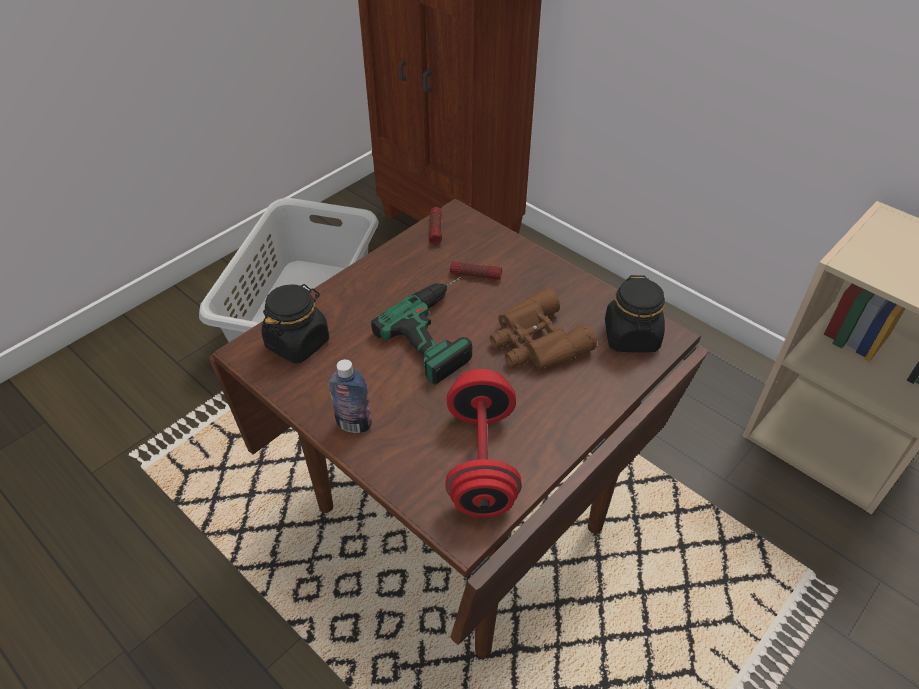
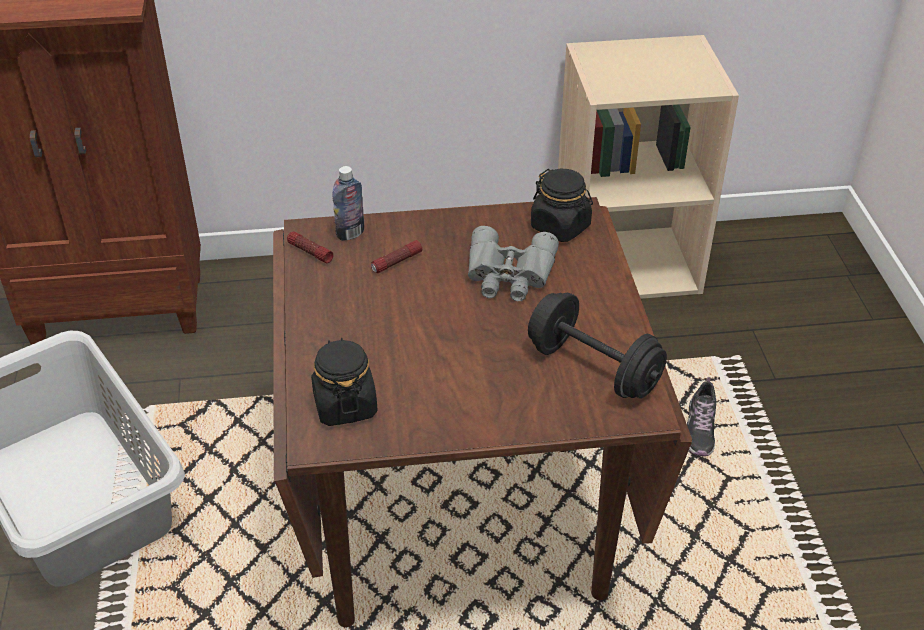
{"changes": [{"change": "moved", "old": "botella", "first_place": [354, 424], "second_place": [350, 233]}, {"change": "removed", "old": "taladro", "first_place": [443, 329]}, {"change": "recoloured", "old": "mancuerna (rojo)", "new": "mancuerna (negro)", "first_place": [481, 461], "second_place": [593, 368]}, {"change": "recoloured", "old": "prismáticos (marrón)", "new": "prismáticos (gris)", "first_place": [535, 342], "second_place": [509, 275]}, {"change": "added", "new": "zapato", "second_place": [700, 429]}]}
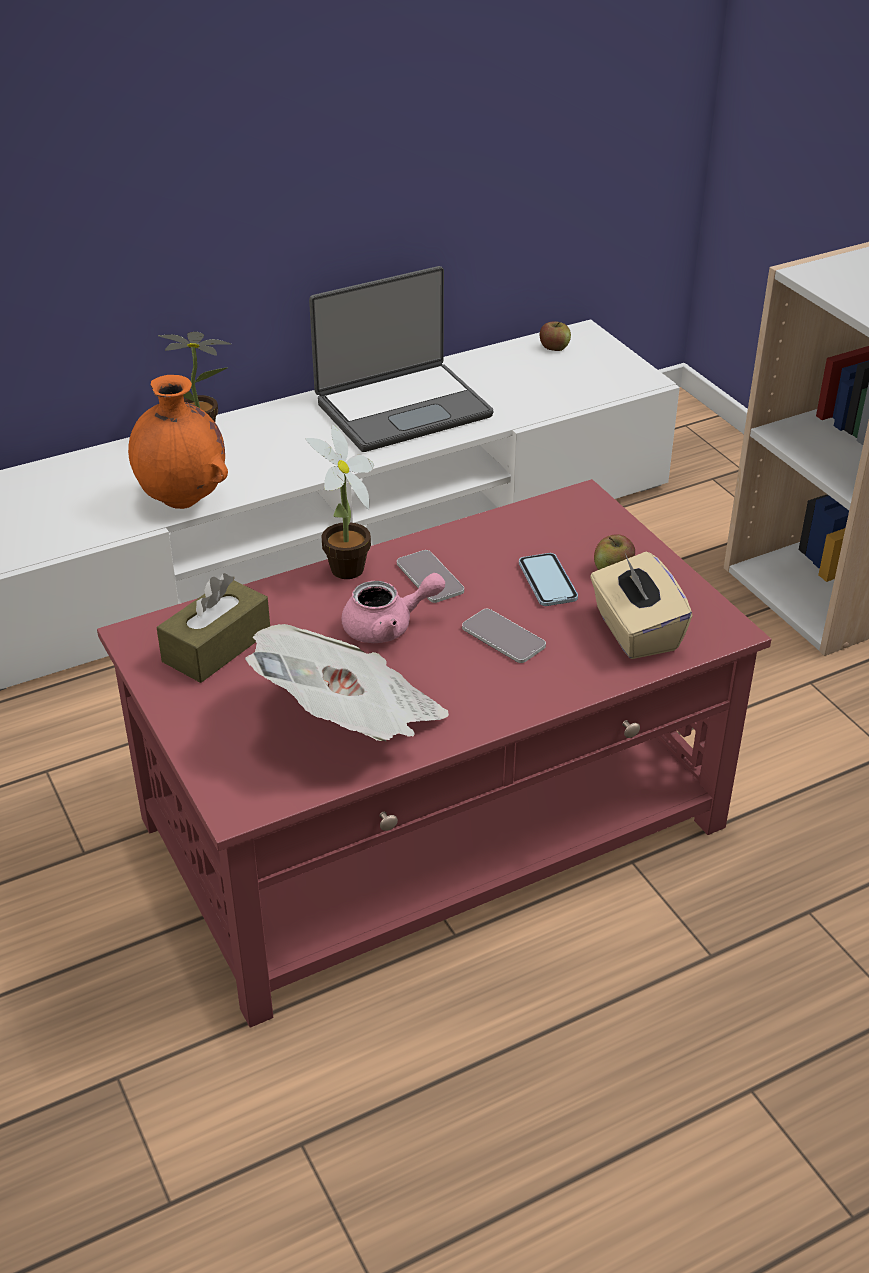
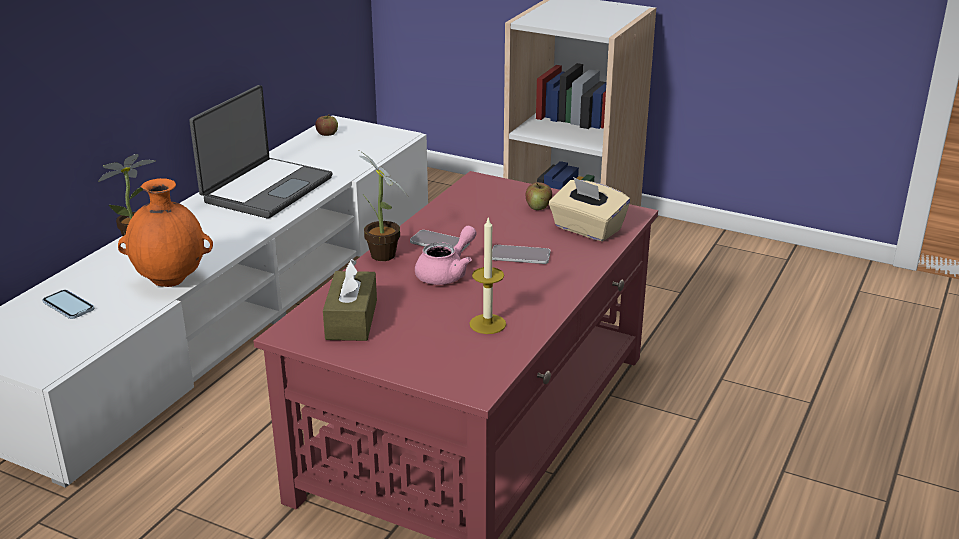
{"changes": [{"change": "replaced", "old": "periódico", "new": "vela", "first_place": [351, 721], "second_place": [487, 324]}, {"change": "moved", "old": "móvil", "first_place": [547, 582], "second_place": [68, 306]}]}
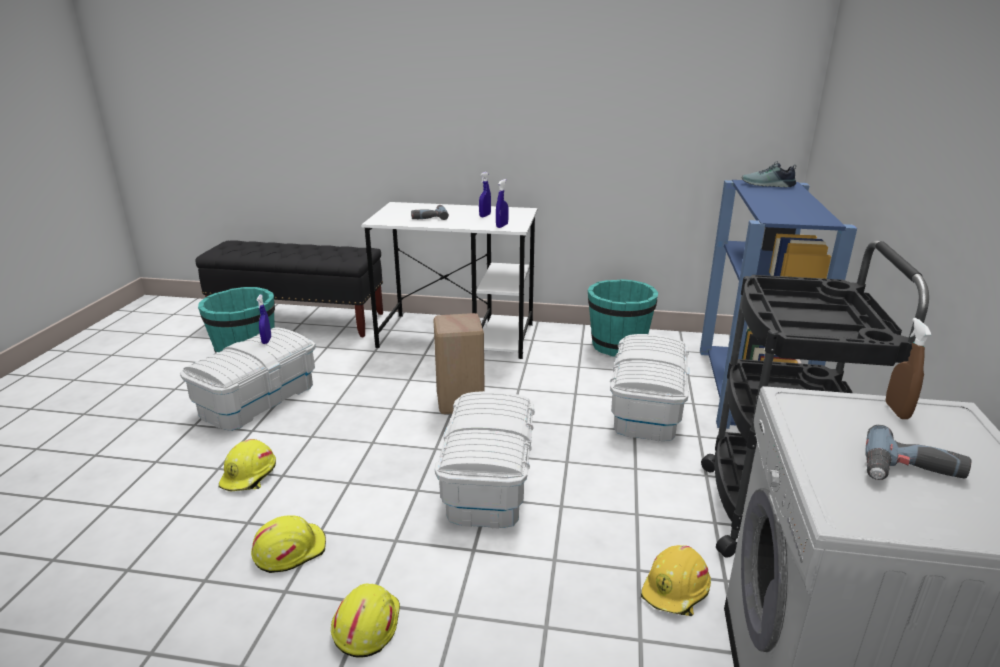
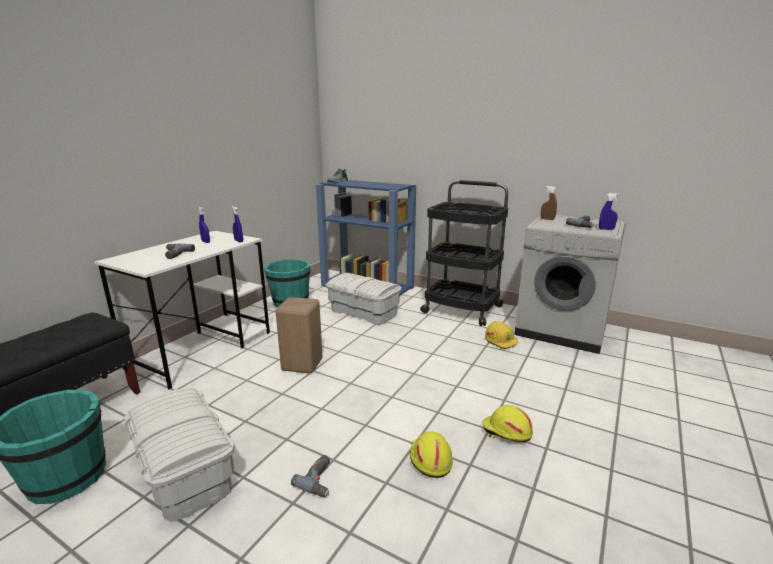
{"changes": [{"change": "replaced", "old": "casco (amarillo)", "new": "taladro", "first_place": [250, 476], "second_place": [320, 480]}, {"change": "moved", "old": "pulverizador (azul)", "first_place": [266, 340], "second_place": [606, 229]}, {"change": "removed", "old": "caja de almacenaje (blanco)", "first_place": [489, 482]}]}
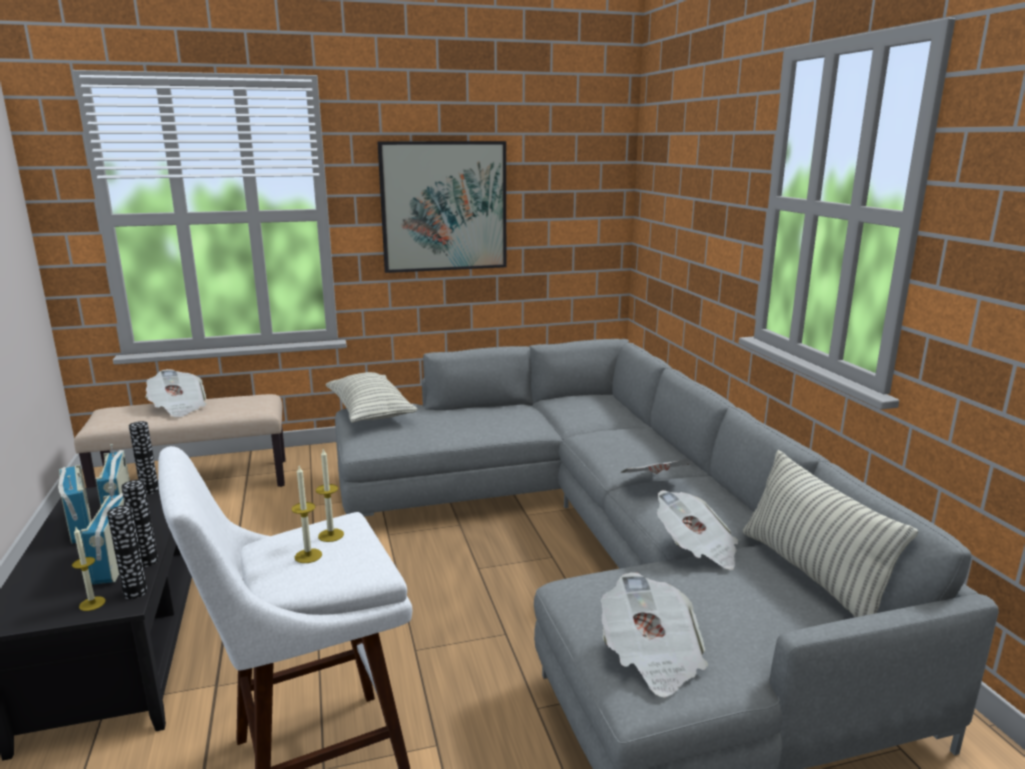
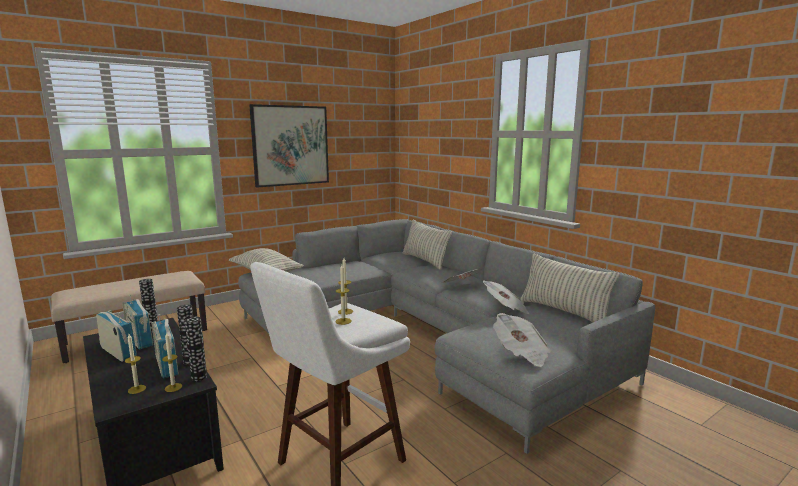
{"changes": [{"change": "removed", "old": "periódico", "first_place": [178, 408]}, {"change": "added", "new": "vela", "second_place": [137, 389]}, {"change": "added", "new": "cojín", "second_place": [425, 260]}]}
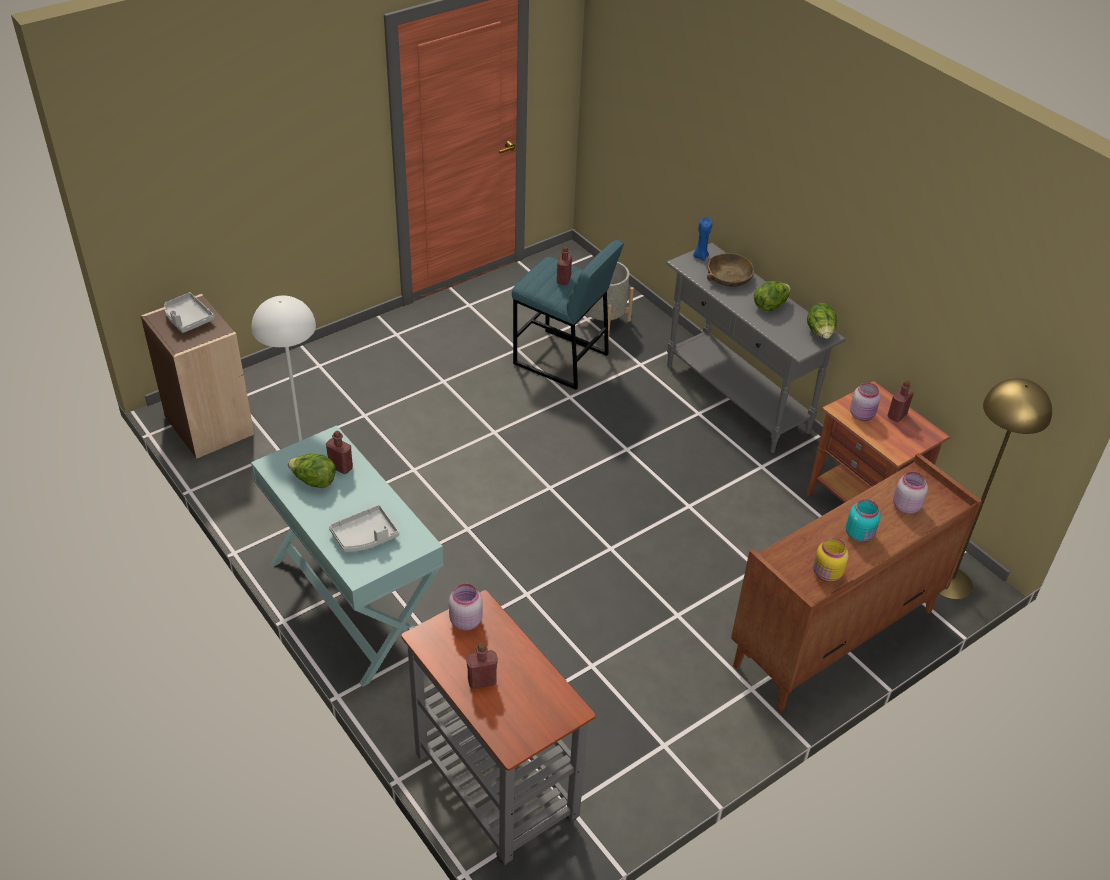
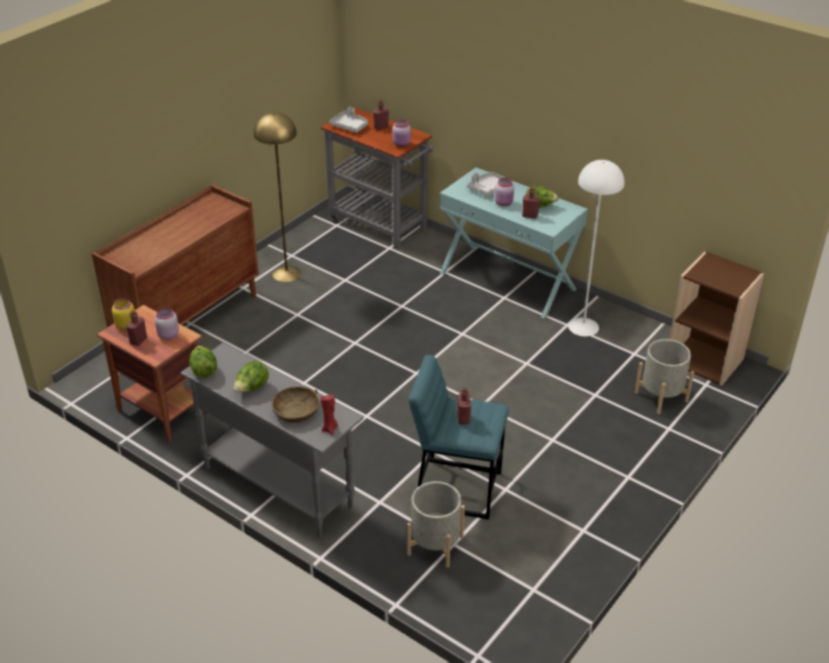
{"changes": [{"change": "moved", "old": "bandeja (gris)", "first_place": [188, 319], "second_place": [350, 126]}, {"change": "recoloured", "old": "vela (azul)", "new": "vela (rojo)", "first_place": [700, 256], "second_place": [330, 429]}, {"change": "moved", "old": "tarro (amarillo)", "first_place": [827, 574], "second_place": [126, 325]}, {"change": "removed", "old": "tarro (turquesa)", "first_place": [860, 534]}, {"change": "moved", "old": "tarro (rosa)", "first_place": [905, 506], "second_place": [504, 203]}, {"change": "moved", "old": "lámpara de pie (amarillo)", "first_place": [951, 582], "second_place": [286, 273]}, {"change": "added", "new": "maceta (gris)", "second_place": [661, 396]}]}
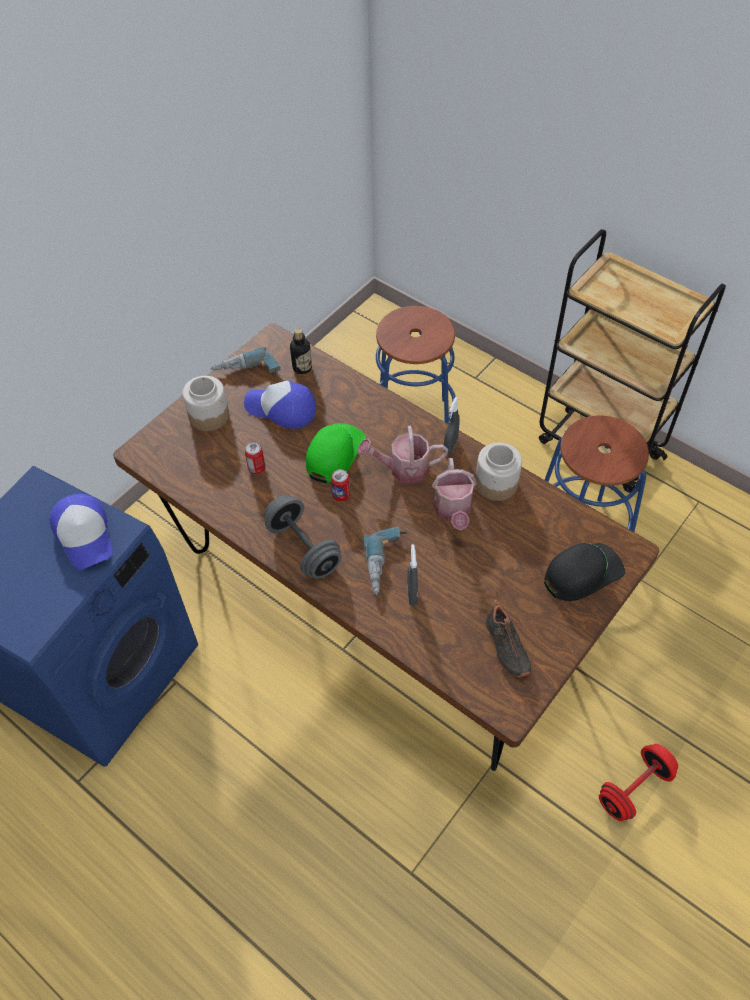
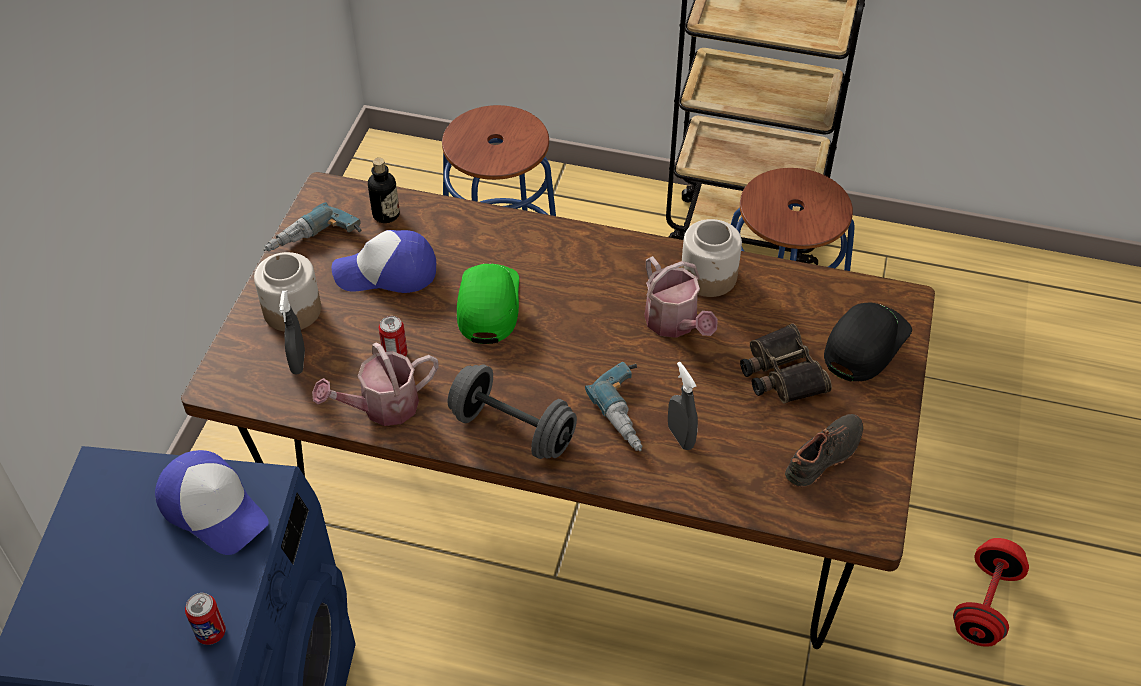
{"changes": [{"change": "moved", "old": "lata", "first_place": [341, 495], "second_place": [211, 632]}, {"change": "moved", "old": "regadera", "first_place": [403, 469], "second_place": [382, 407]}, {"change": "moved", "old": "pulverizador (gris)", "first_place": [450, 446], "second_place": [298, 362]}, {"change": "turned", "old": "zapato (negro)", "first_place": [505, 647], "second_place": [825, 457], "degrees": -90}, {"change": "added", "new": "prismáticos", "second_place": [780, 373]}]}
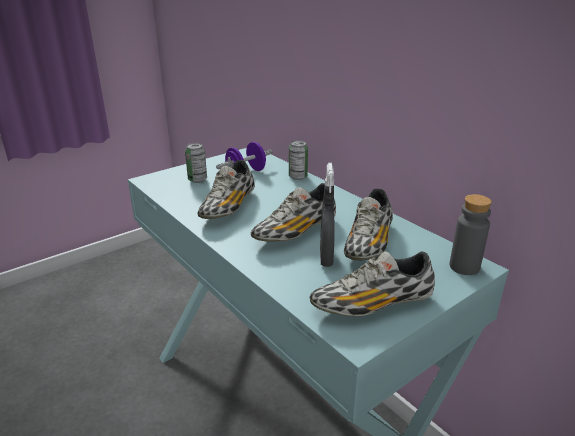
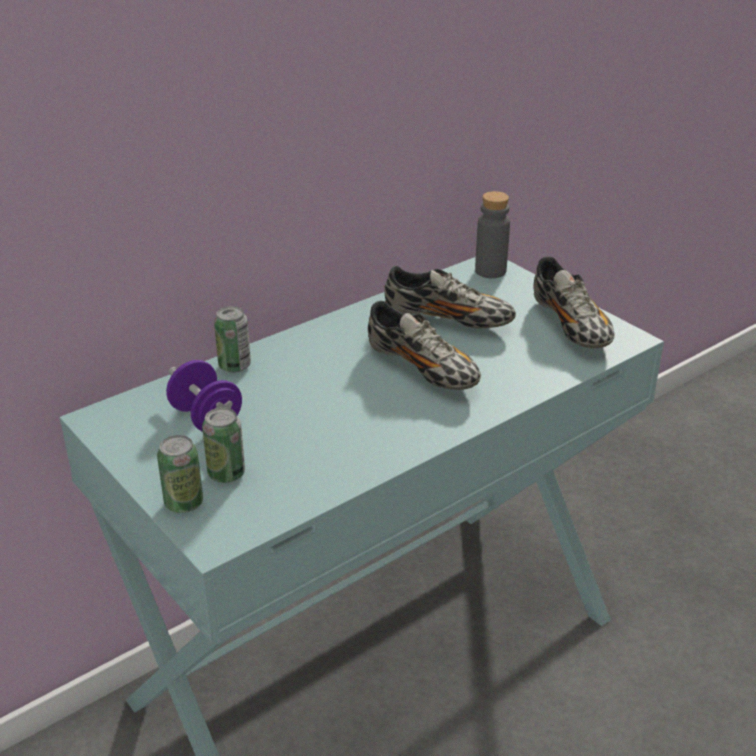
{"changes": [{"change": "removed", "old": "zapato", "first_place": [228, 207]}, {"change": "removed", "old": "pulverizador (gris)", "first_place": [326, 258]}, {"change": "added", "new": "lata", "second_place": [184, 503]}]}
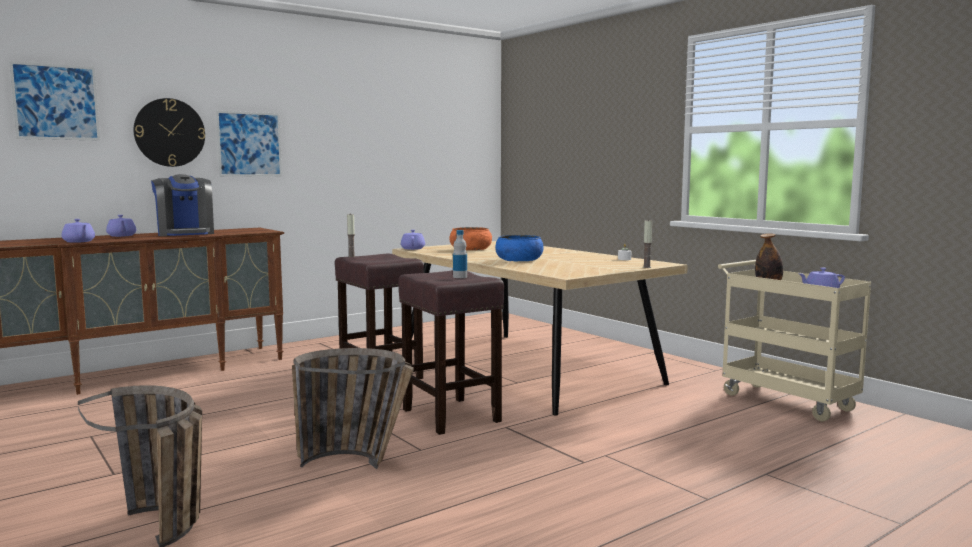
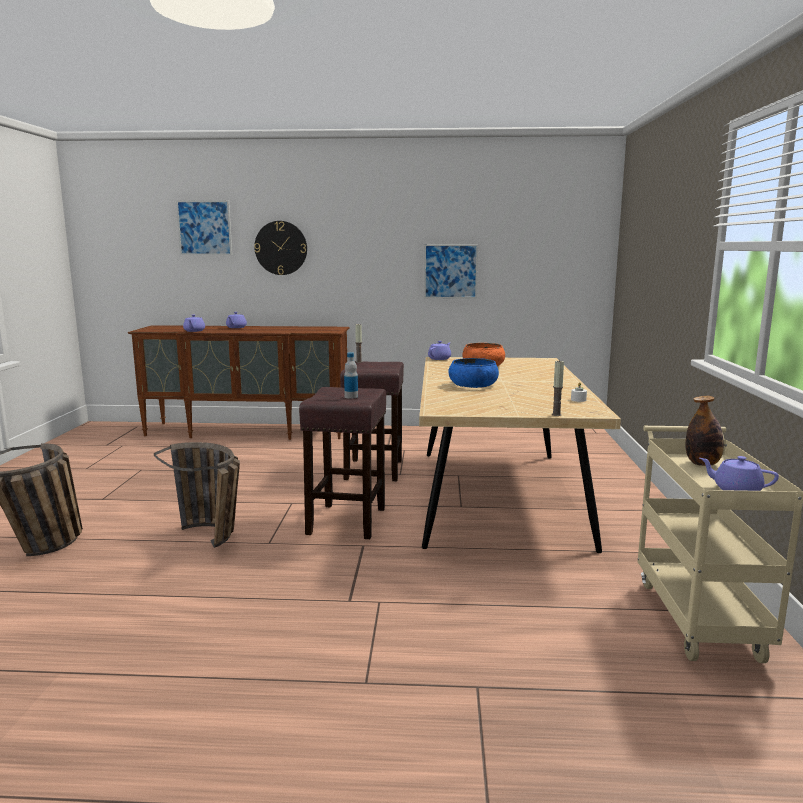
{"changes": [{"change": "removed", "old": "cafetera", "first_place": [185, 233]}, {"change": "moved", "old": "cuadro", "first_place": [249, 144], "second_place": [450, 271]}]}
